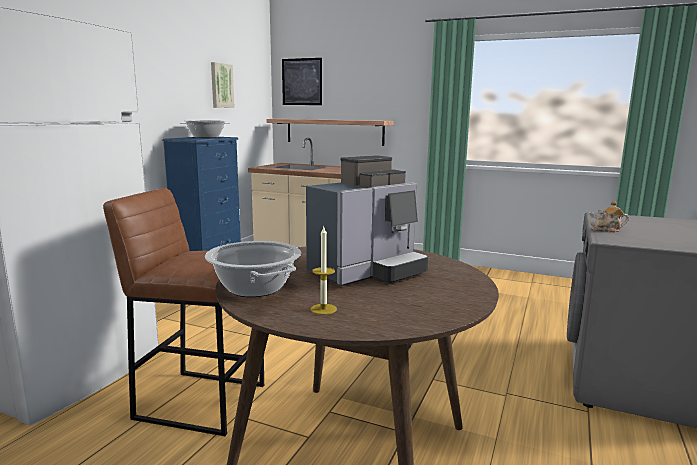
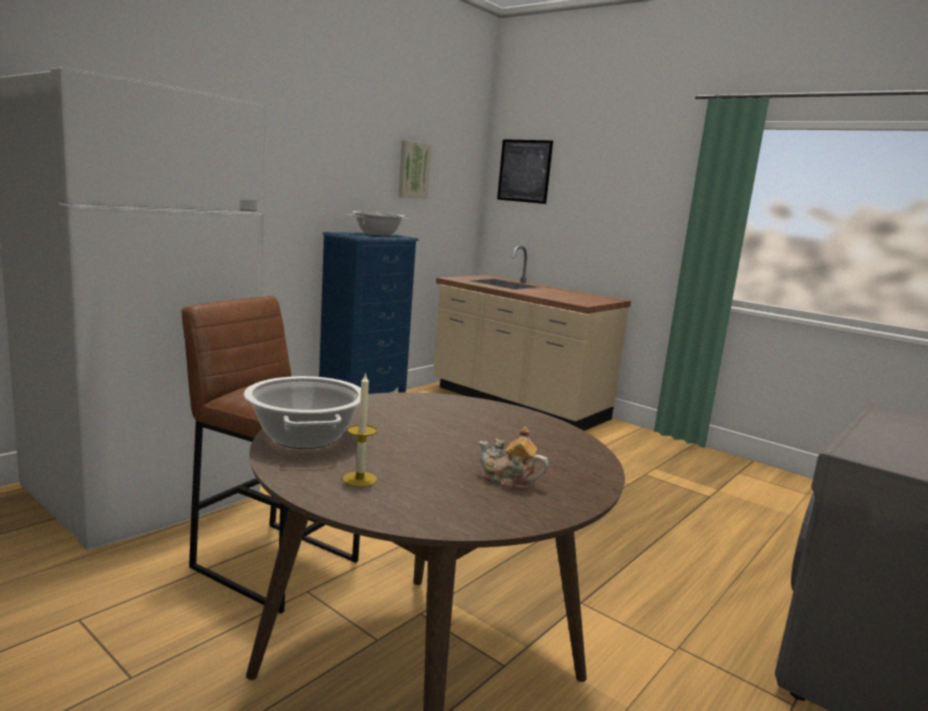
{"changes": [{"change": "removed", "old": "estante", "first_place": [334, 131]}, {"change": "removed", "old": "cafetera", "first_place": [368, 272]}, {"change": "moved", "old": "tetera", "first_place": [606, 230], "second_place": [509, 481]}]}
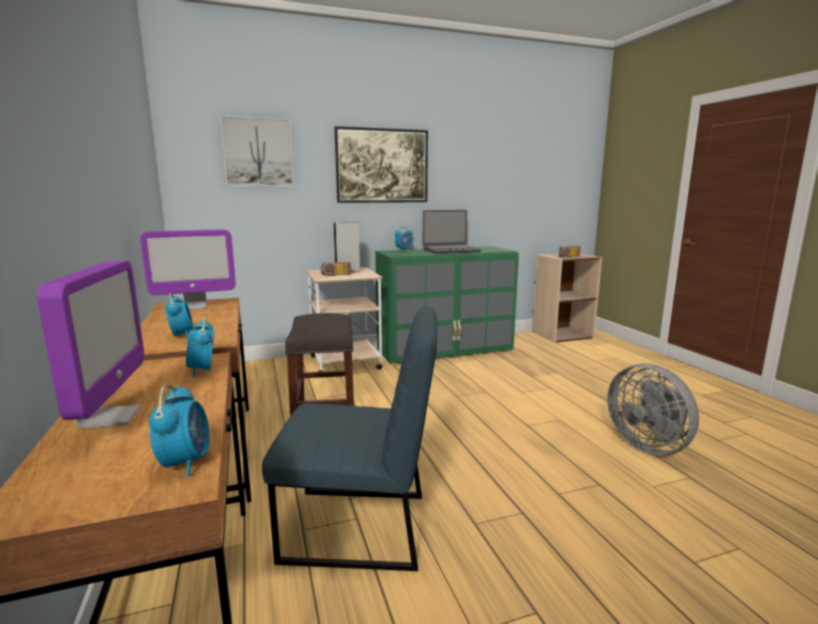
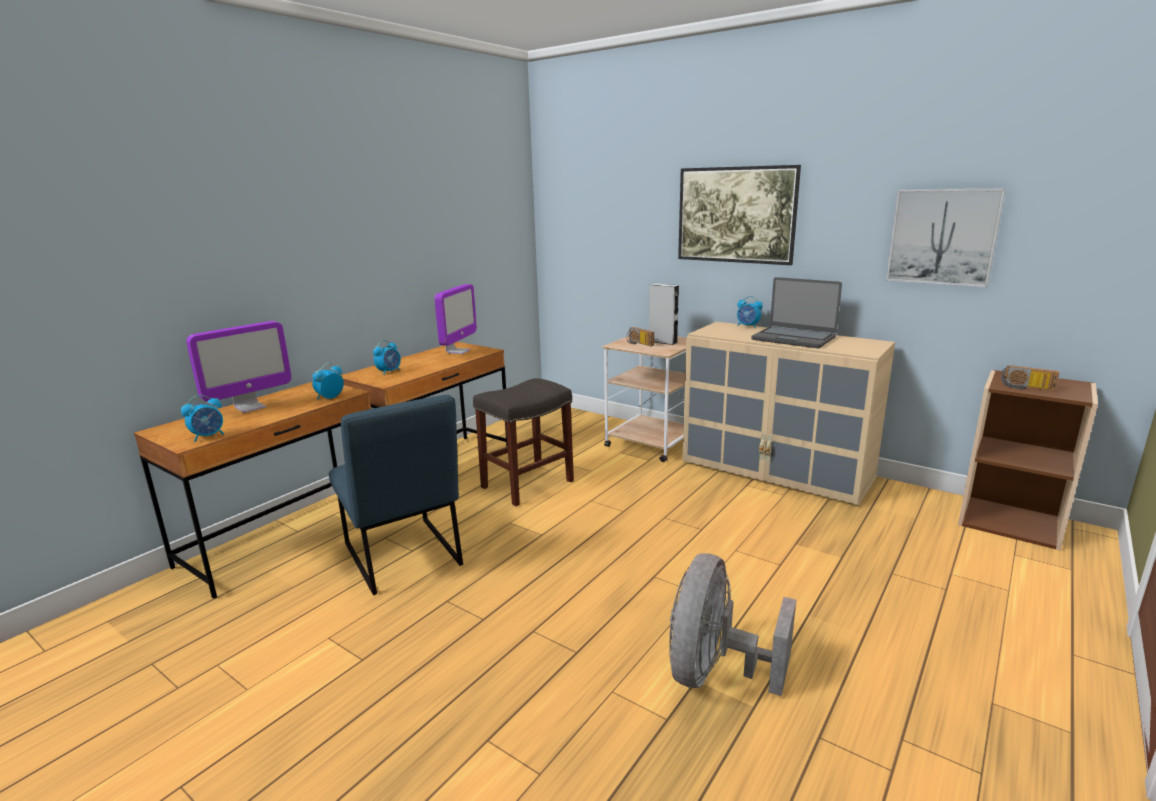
{"changes": [{"change": "turned", "old": "monitor", "first_place": [195, 307], "second_place": [458, 351], "degrees": -105}, {"change": "moved", "old": "cuadro", "first_place": [258, 152], "second_place": [942, 237]}, {"change": "recoloured", "old": "armario (verde)", "new": "armario (beis)", "first_place": [445, 350], "second_place": [775, 471]}]}
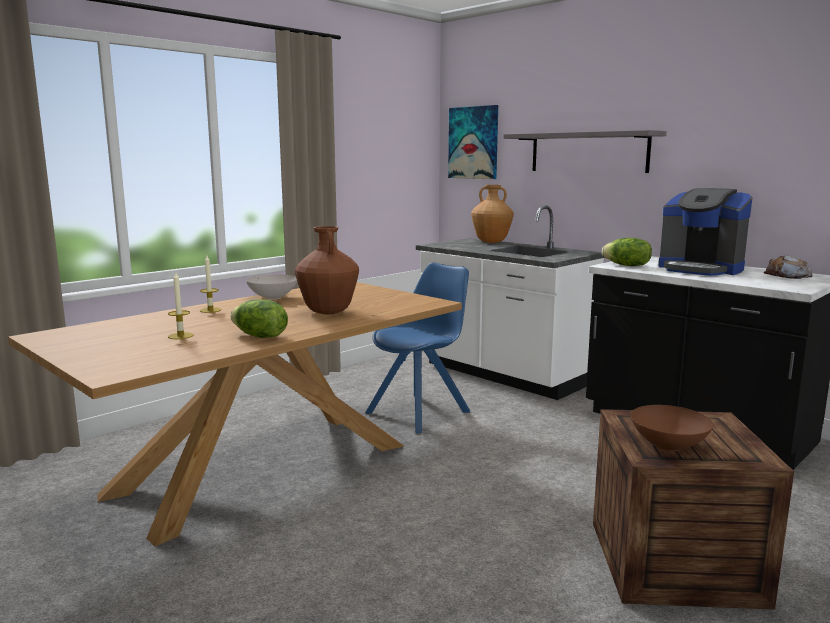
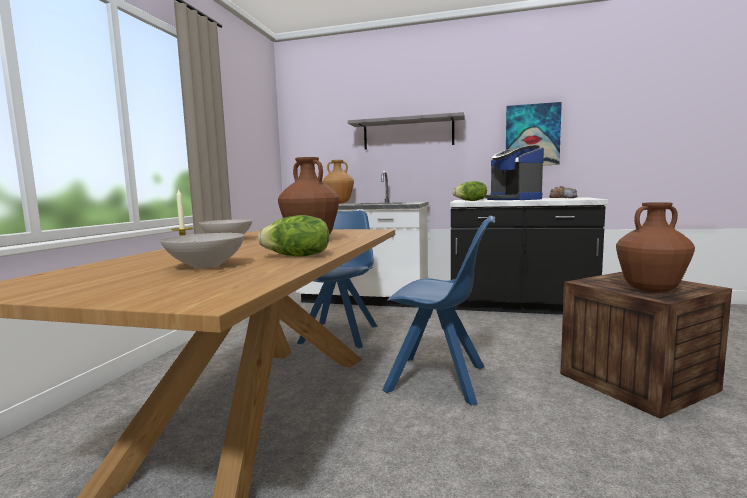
{"changes": [{"change": "replaced", "old": "vela", "new": "cuenco (blanco)", "first_place": [180, 336], "second_place": [205, 266]}, {"change": "moved", "old": "cuadro", "first_place": [473, 142], "second_place": [532, 135]}, {"change": "replaced", "old": "cuenco (marrón)", "new": "florero (marrón)", "first_place": [667, 446], "second_place": [650, 290]}, {"change": "turned", "old": "cafetera", "first_place": [700, 269], "second_place": [513, 199], "degrees": 60}, {"change": "added", "new": "silla (azul)", "second_place": [439, 379]}]}
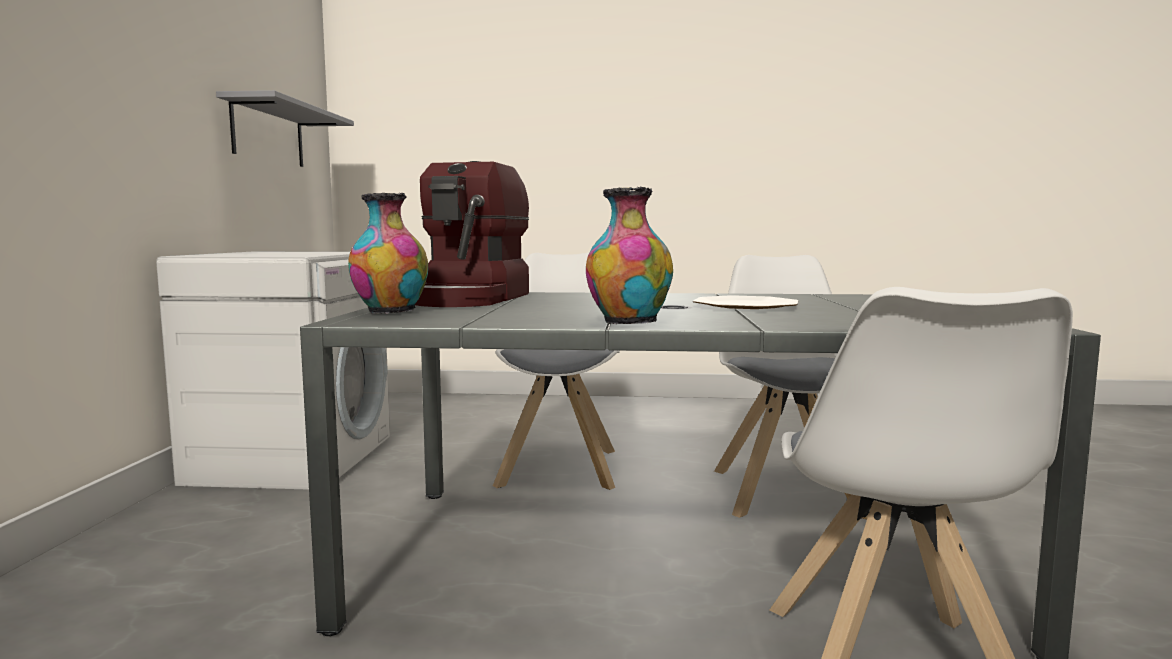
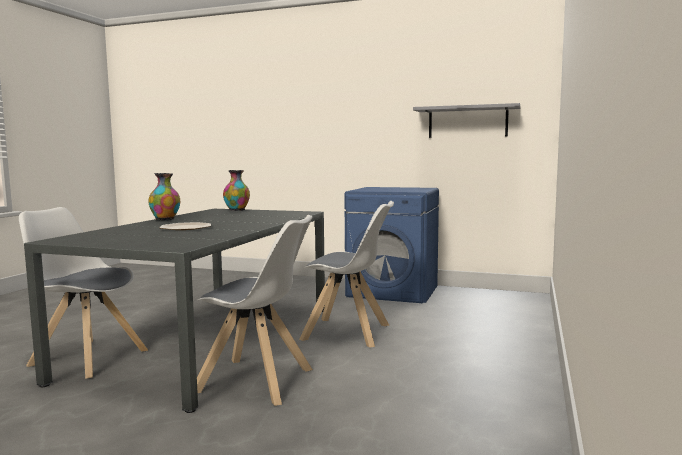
{"changes": [{"change": "recoloured", "old": "lavadora (blanco)", "new": "lavadora (azul)", "first_place": [297, 458], "second_place": [392, 291]}, {"change": "removed", "old": "cafetera", "first_place": [471, 299]}]}
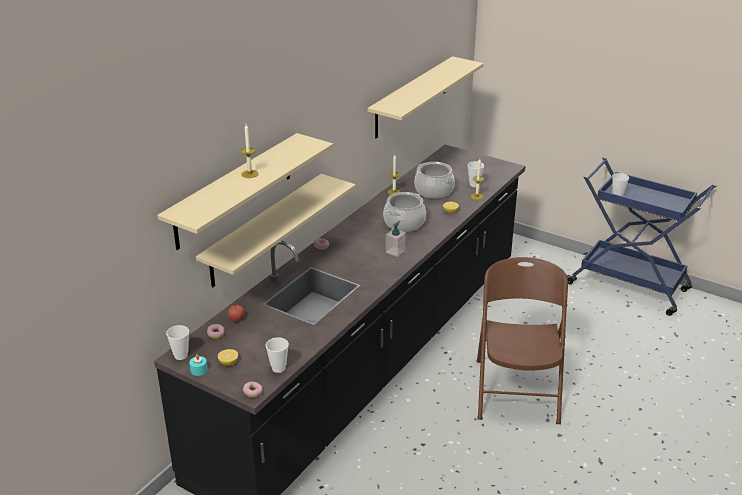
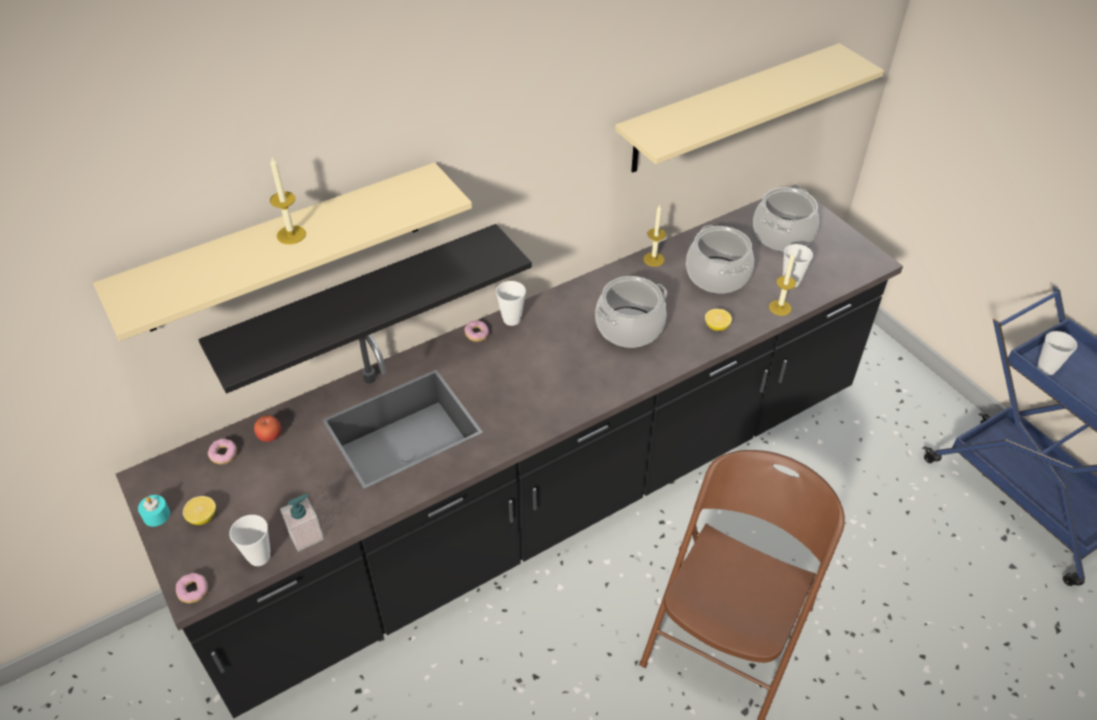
{"changes": [{"change": "moved", "old": "taza", "first_place": [181, 355], "second_place": [511, 319]}, {"change": "recoloured", "old": "estante (beis)", "new": "estante (negro)", "first_place": [264, 230], "second_place": [360, 303]}, {"change": "moved", "old": "dispensador de jabón", "first_place": [395, 251], "second_place": [306, 535]}, {"change": "added", "new": "olla", "second_place": [782, 235]}]}
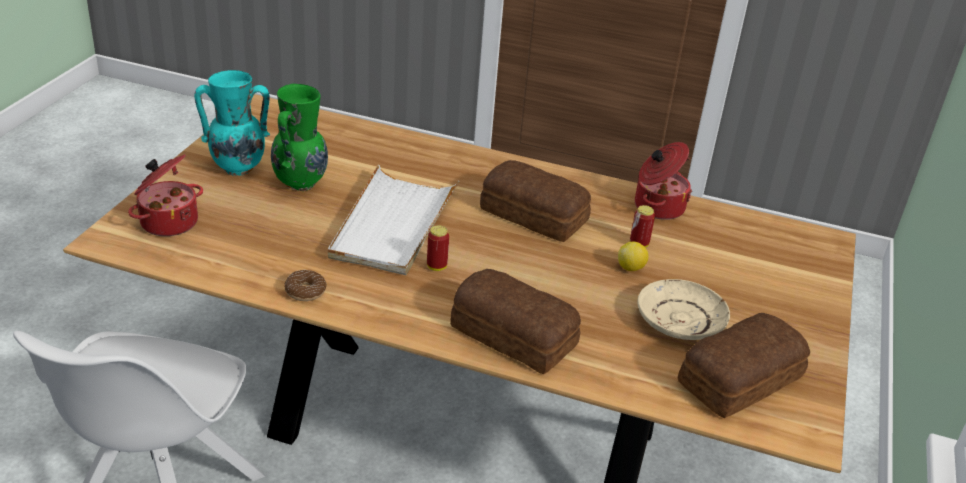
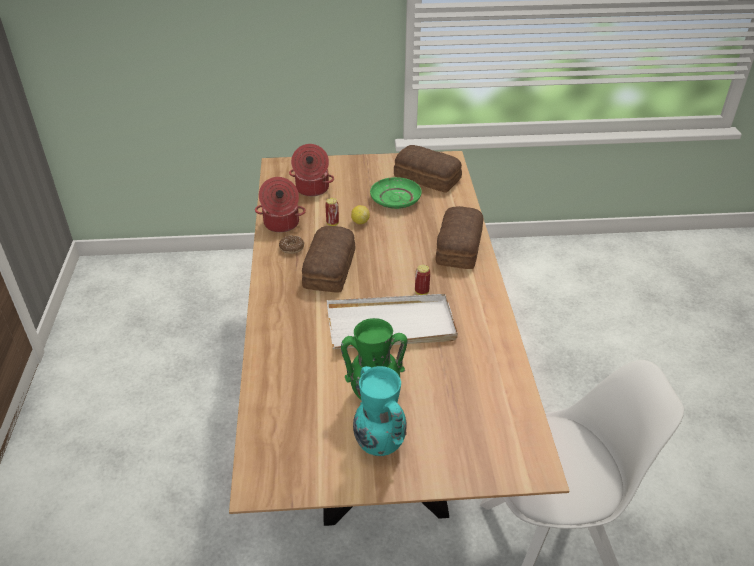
{"changes": [{"change": "moved", "old": "olla", "first_place": [168, 221], "second_place": [312, 189]}, {"change": "moved", "old": "rosquilla", "first_place": [305, 291], "second_place": [292, 248]}, {"change": "recoloured", "old": "plato (beis)", "new": "plato (verde)", "first_place": [679, 320], "second_place": [395, 199]}]}
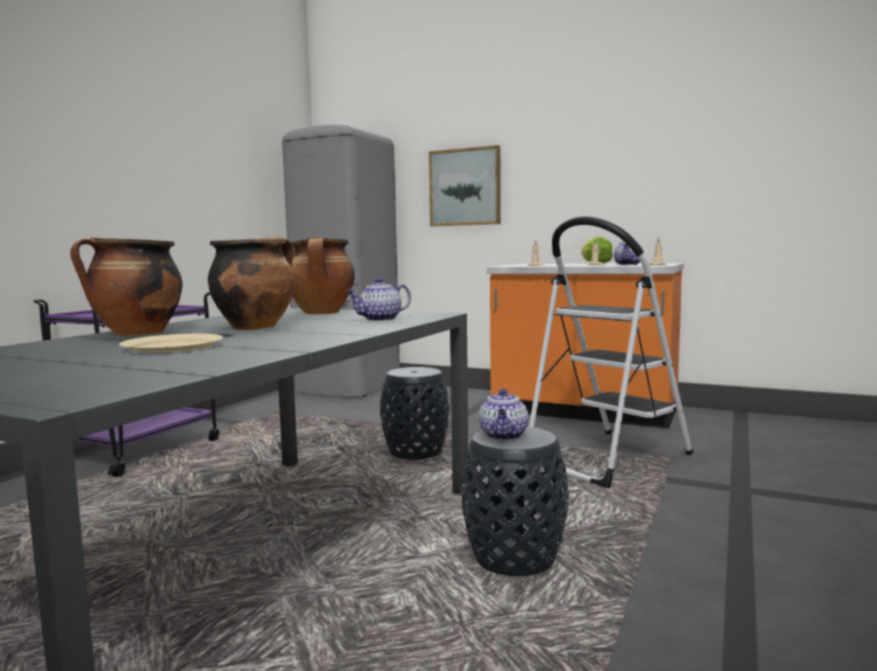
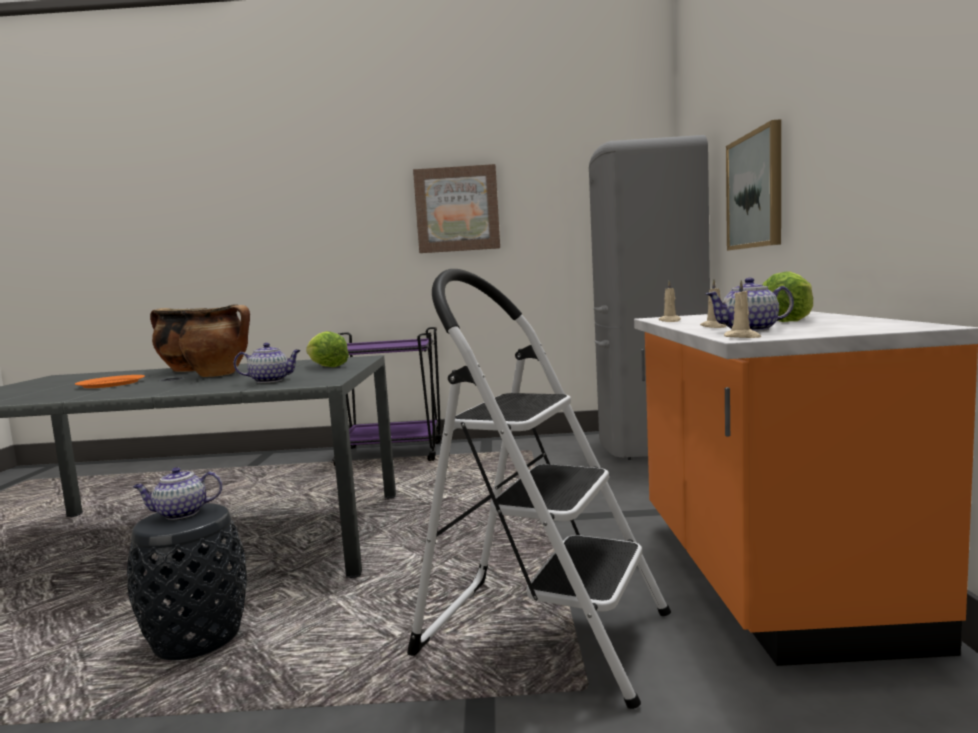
{"changes": [{"change": "recoloured", "old": "plato (beis)", "new": "plato (naranja)", "first_place": [172, 347], "second_place": [111, 384]}, {"change": "replaced", "old": "olla", "new": "lechuga", "first_place": [322, 313], "second_place": [326, 366]}, {"change": "turned", "old": "tetera", "first_place": [379, 319], "second_place": [271, 380], "degrees": 135}, {"change": "removed", "old": "taburete (negro)", "first_place": [416, 451]}, {"change": "added", "new": "cuadro", "second_place": [457, 209]}]}
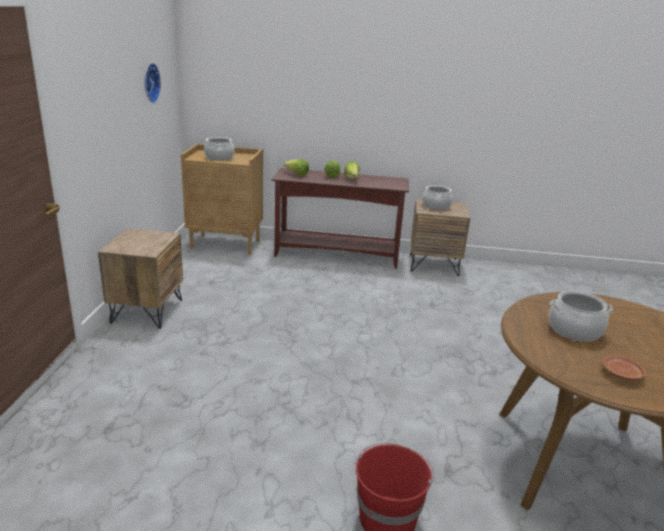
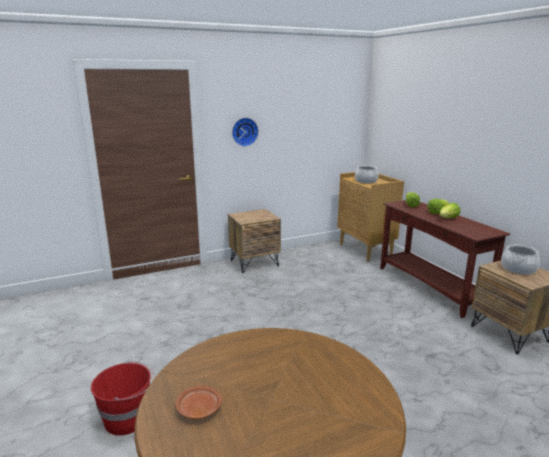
{"changes": [{"change": "moved", "old": "reloj de pared", "first_place": [149, 83], "second_place": [244, 131]}, {"change": "removed", "old": "olla", "first_place": [574, 330]}]}
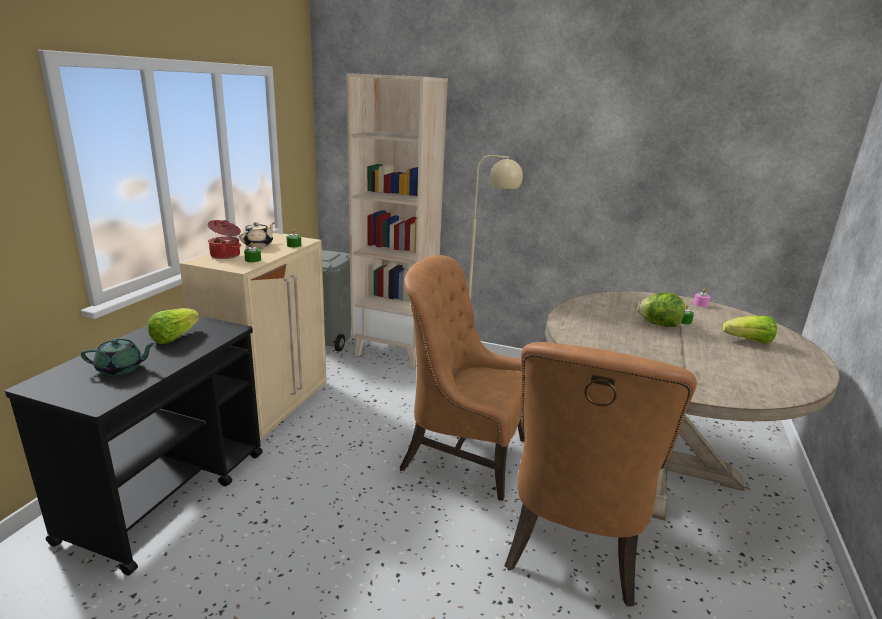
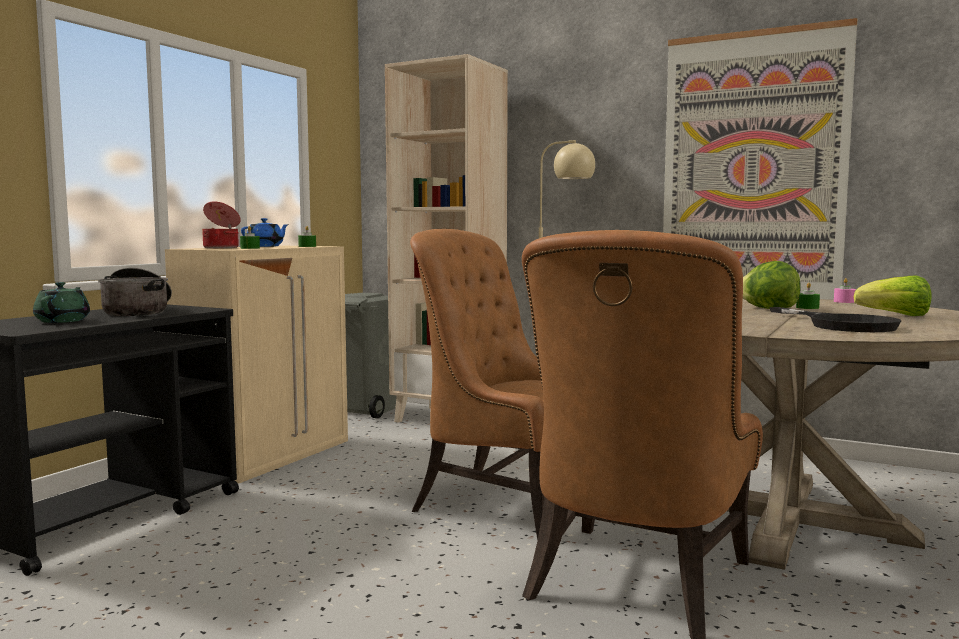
{"changes": [{"change": "turned", "old": "tetera (verde)", "first_place": [121, 369], "second_place": [63, 321], "degrees": -90}, {"change": "replaced", "old": "lechuga", "new": "olla", "first_place": [174, 337], "second_place": [138, 311]}, {"change": "recoloured", "old": "tetera (beis)", "new": "tetera (azul)", "first_place": [258, 244], "second_place": [266, 246]}, {"change": "added", "new": "cuadro", "second_place": [752, 169]}, {"change": "added", "new": "sartén (negro)", "second_place": [841, 325]}]}
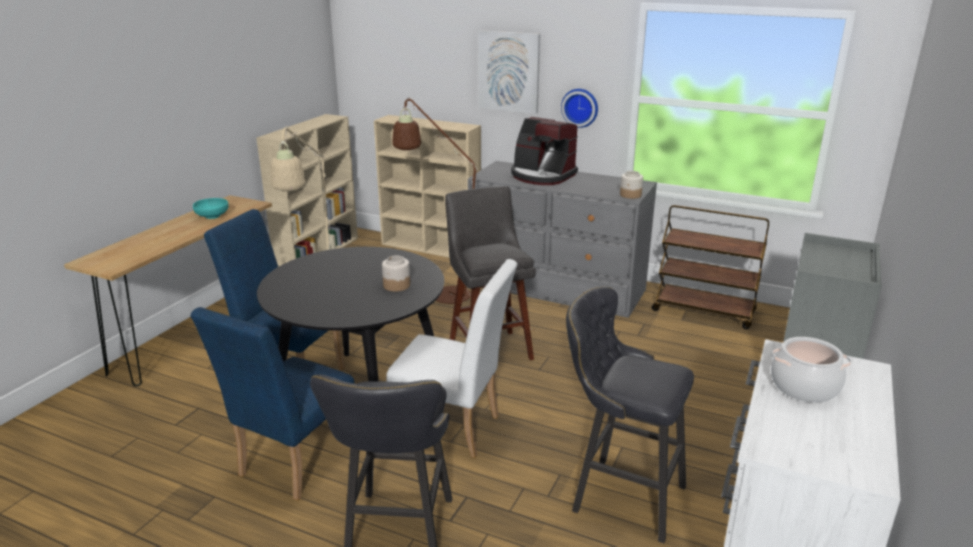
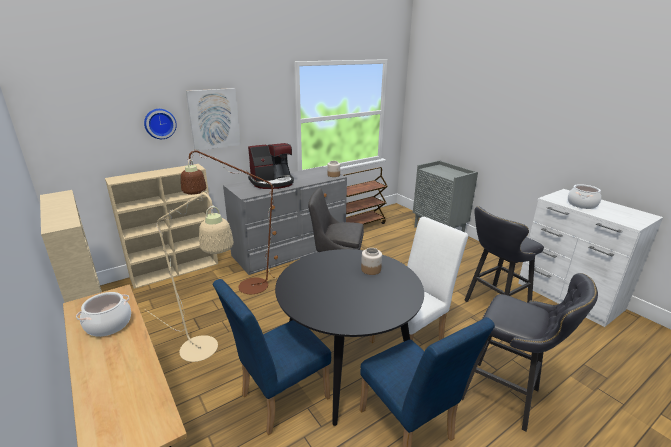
{"changes": [{"change": "replaced", "old": "cuenco (turquesa)", "new": "olla", "first_place": [212, 216], "second_place": [109, 324]}, {"change": "moved", "old": "reloj de pared", "first_place": [580, 107], "second_place": [160, 123]}]}
